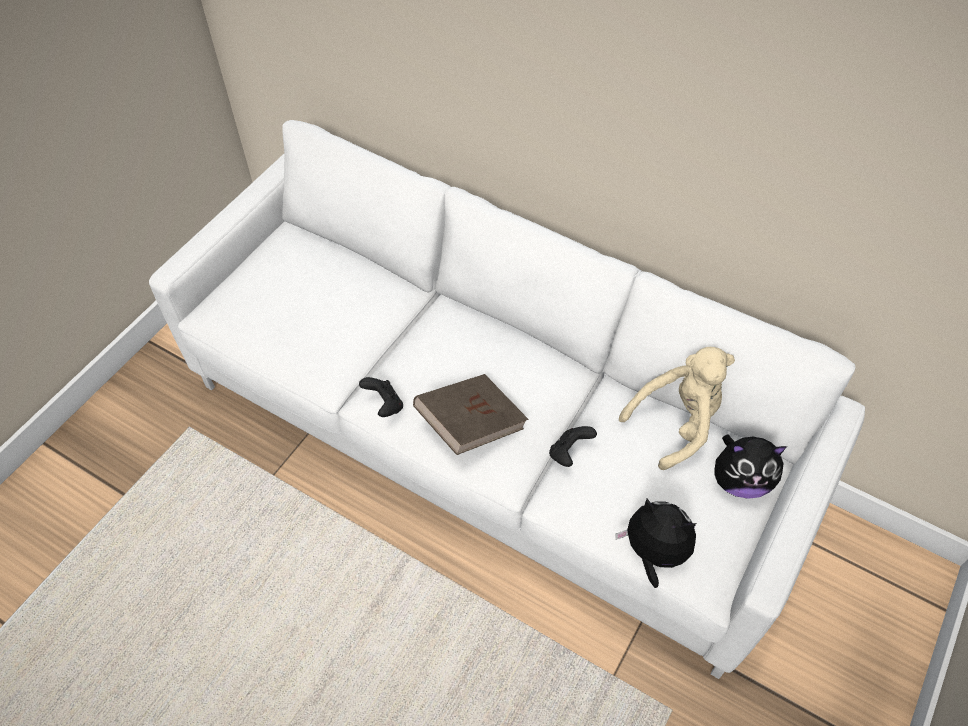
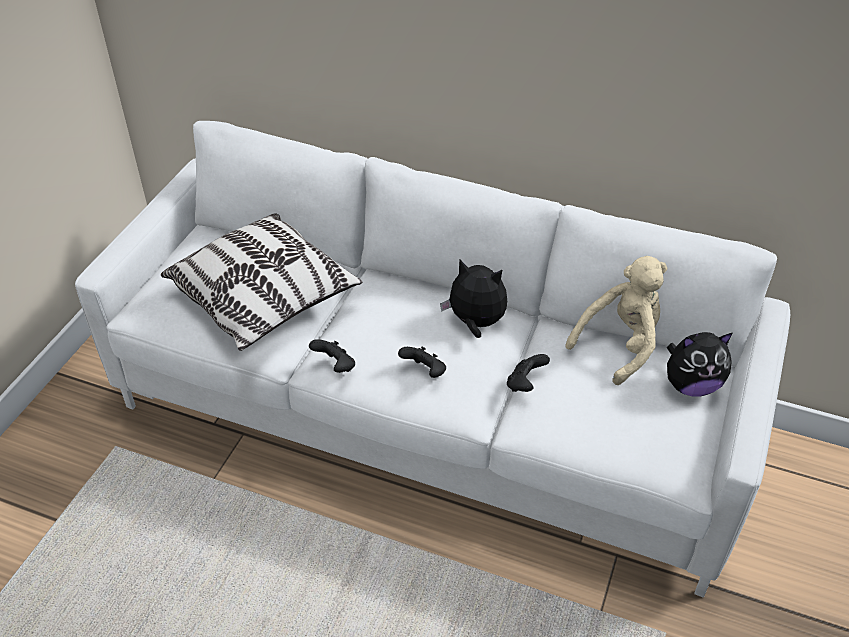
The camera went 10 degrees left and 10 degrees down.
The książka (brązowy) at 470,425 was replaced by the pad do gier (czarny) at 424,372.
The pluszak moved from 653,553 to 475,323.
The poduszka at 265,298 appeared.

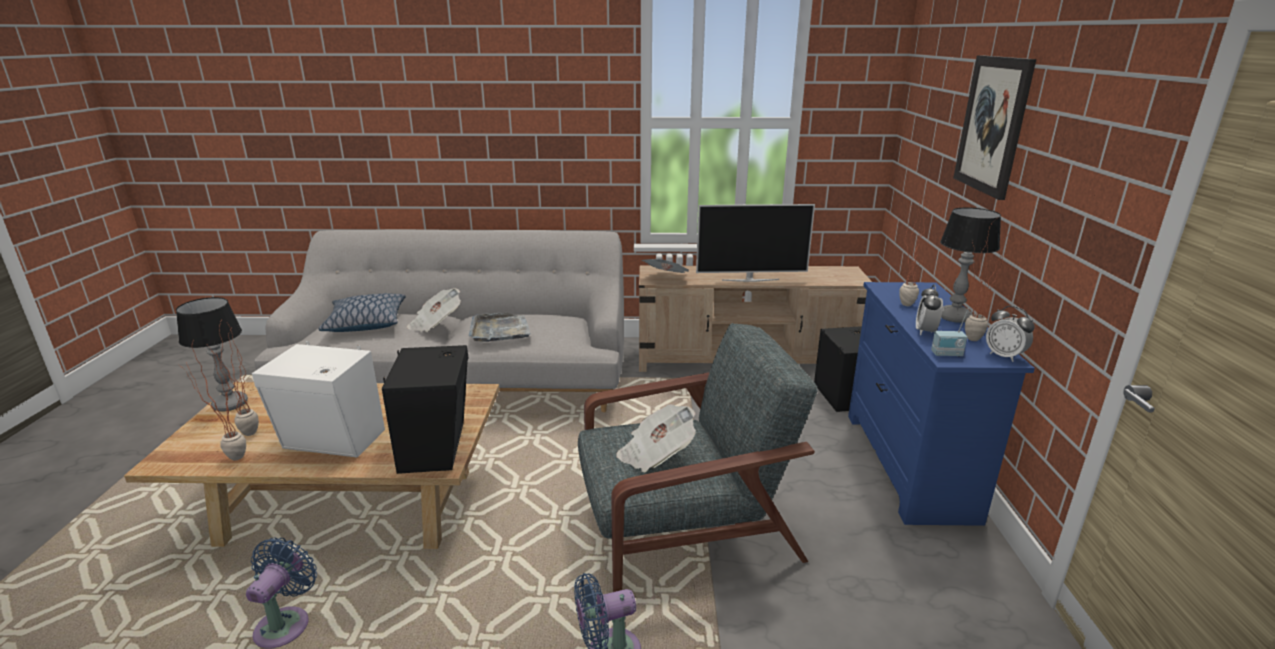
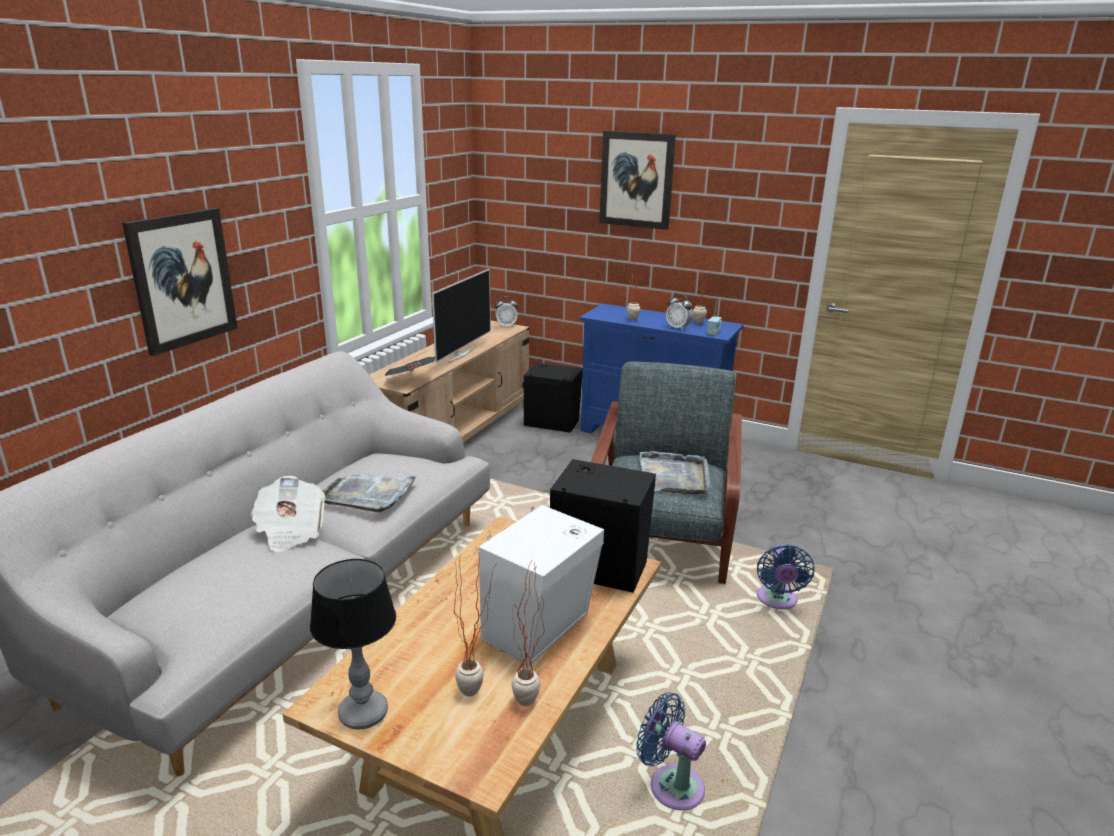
The camera went 65 degrees left and 0 degrees up.
The poduszka at 365,323 disappeared.
The gazeta at 655,454 was replaced by the taca (szary) at 674,476.
The lampa stołowa at 953,317 disappeared.
The budzik moved from 1004,356 to 506,326.
The obraz at 182,279 appeared.

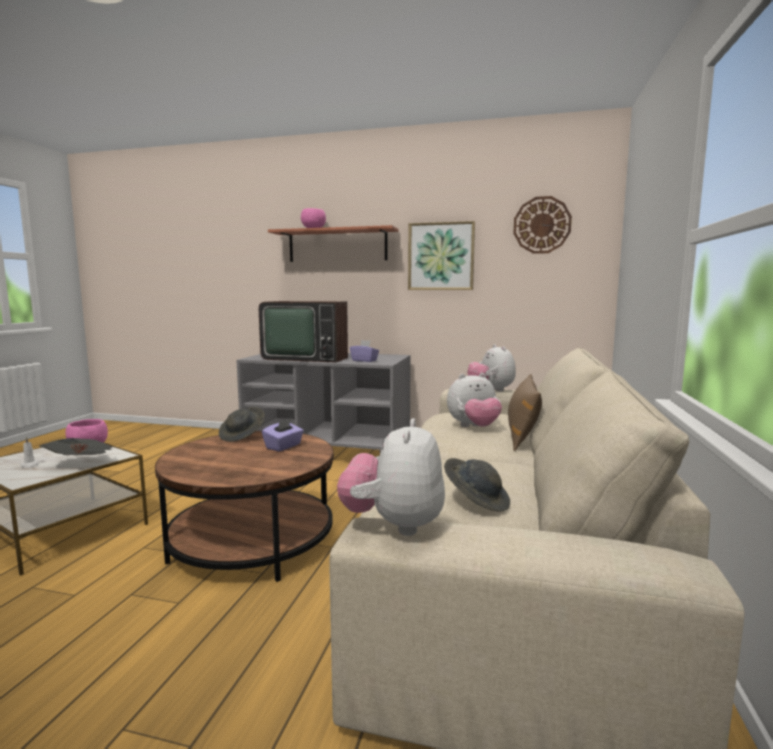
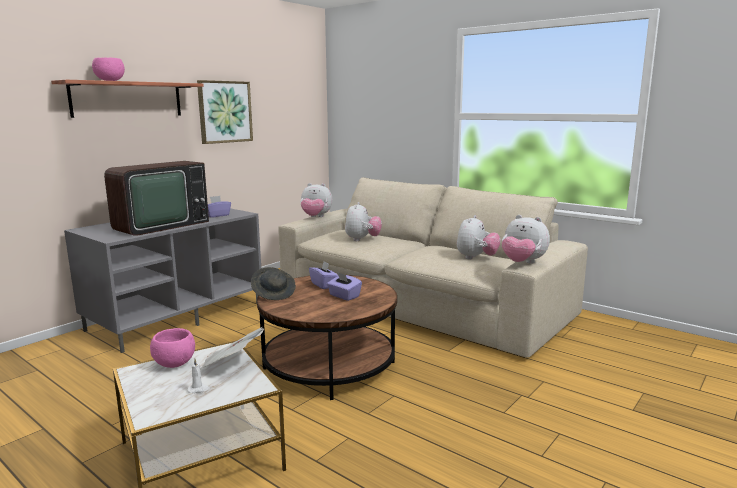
The camera went 65 degrees left and 5 degrees up.
The kapelusz (szary) at 476,501 was replaced by the pluszak at 476,258.
The poduszka (brązowy) at 522,434 disappeared.
The zegar ścienny at 542,225 disappeared.
The pudełko chusteczek (fioletowy) at 344,296 appeared.

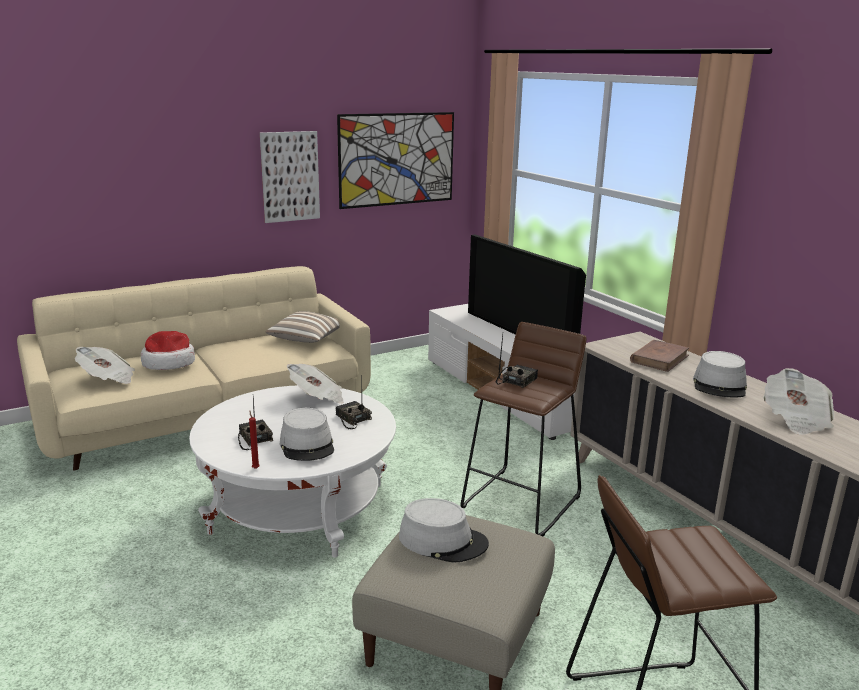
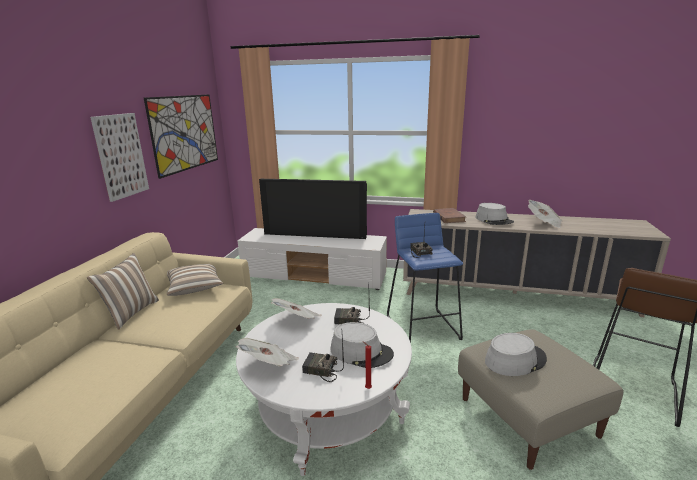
The camera went 45 degrees left and 0 degrees up.
The gazeta moved from 108,378 to 269,364.
The kapelusz at 169,363 disappeared.
The stołek (brązowy) at 522,501 became the stołek (niebieski) at 423,327.
The poduszka at 131,313 appeared.

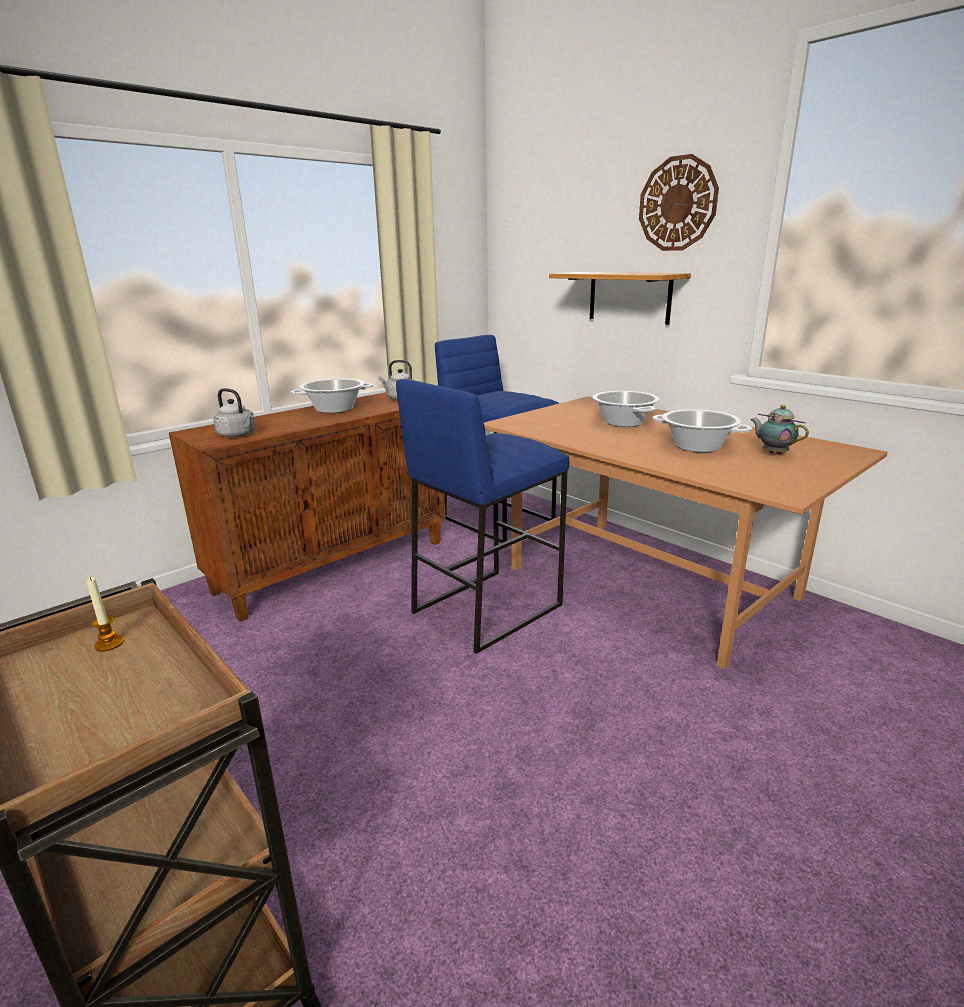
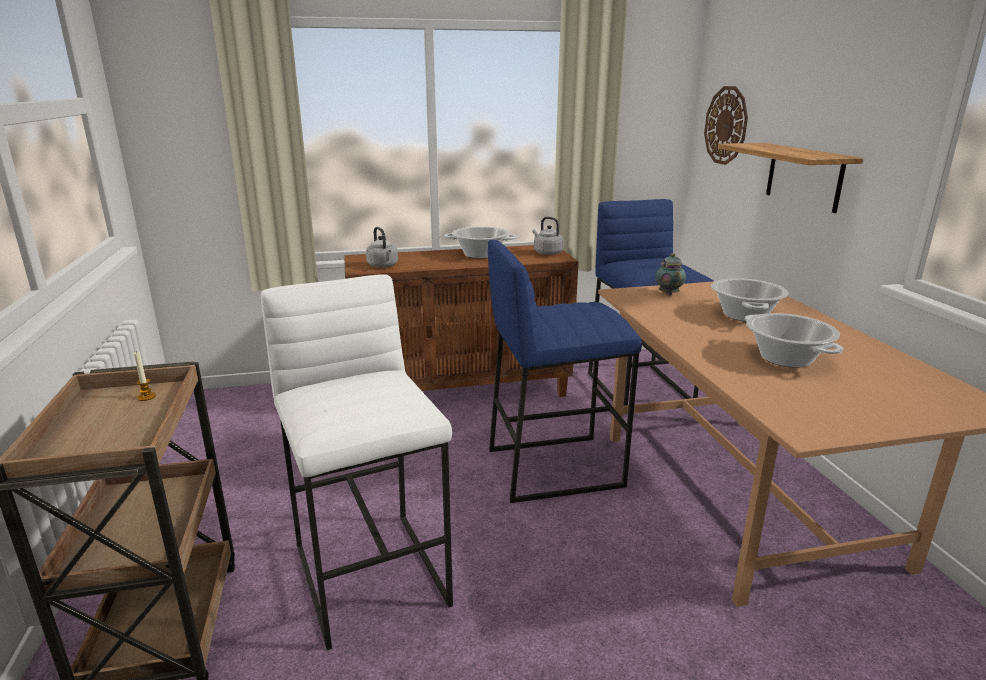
The camera went 30 degrees right and 0 degrees up.
The zegar ścienny moved from 677,204 to 726,125.
The imbryk moved from 773,453 to 668,293.
The stołek (biały) at 372,575 appeared.

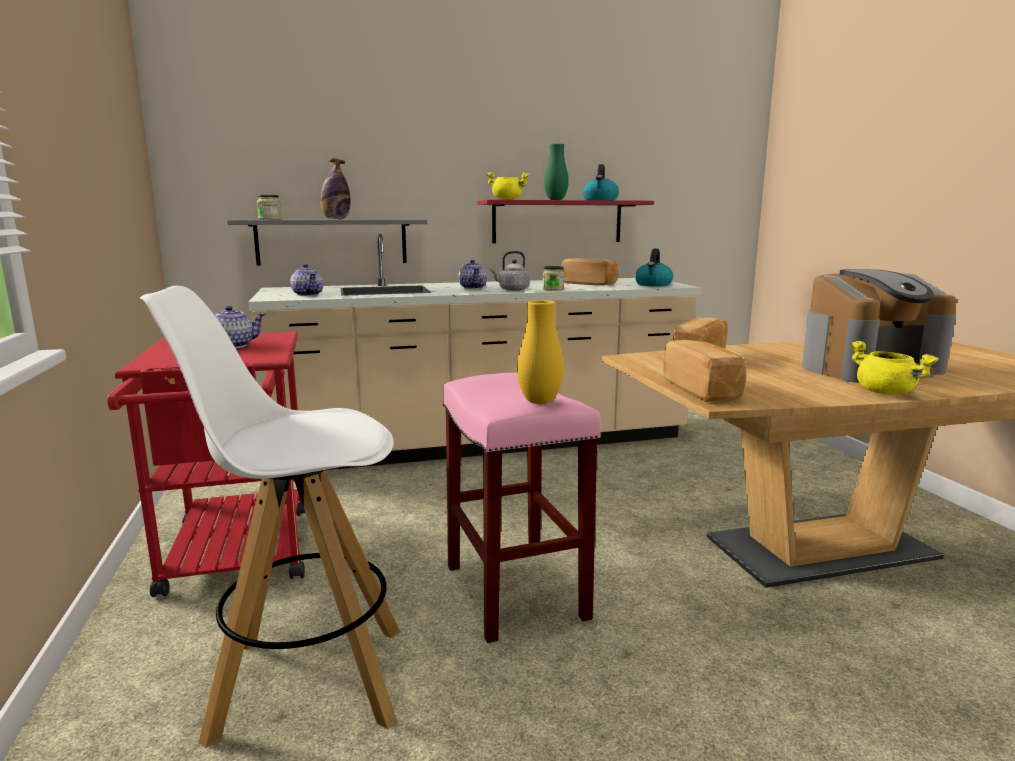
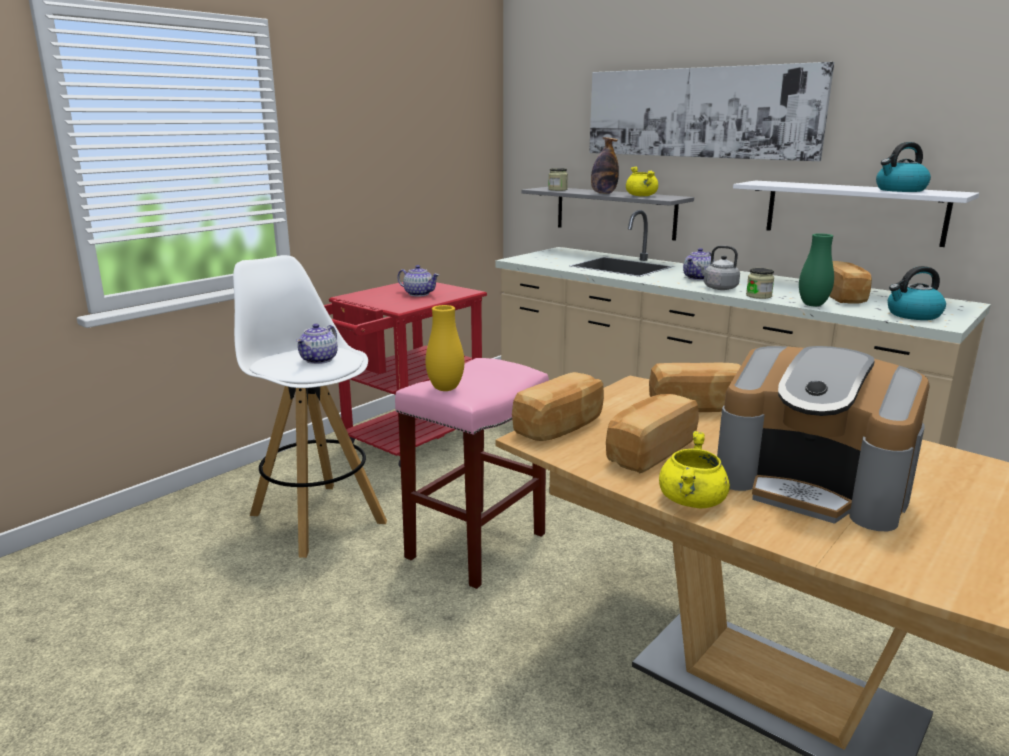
The camera went 55 degrees right and 5 degrees up.
The imbryk moved from 308,294 to 319,360.
The półka (czerwony) at 557,221 became the półka (biały) at 853,212.
The garnek (żółty) moved from 508,199 to 642,196.
The wazon (zielony) moved from 556,200 to 812,305.
The obraz at 698,113 appeared.
The chleb at 648,452 appeared.

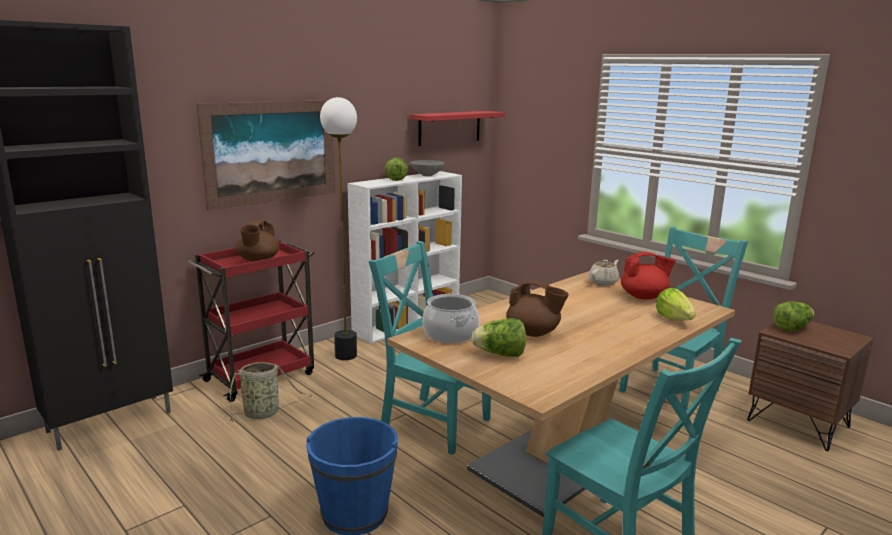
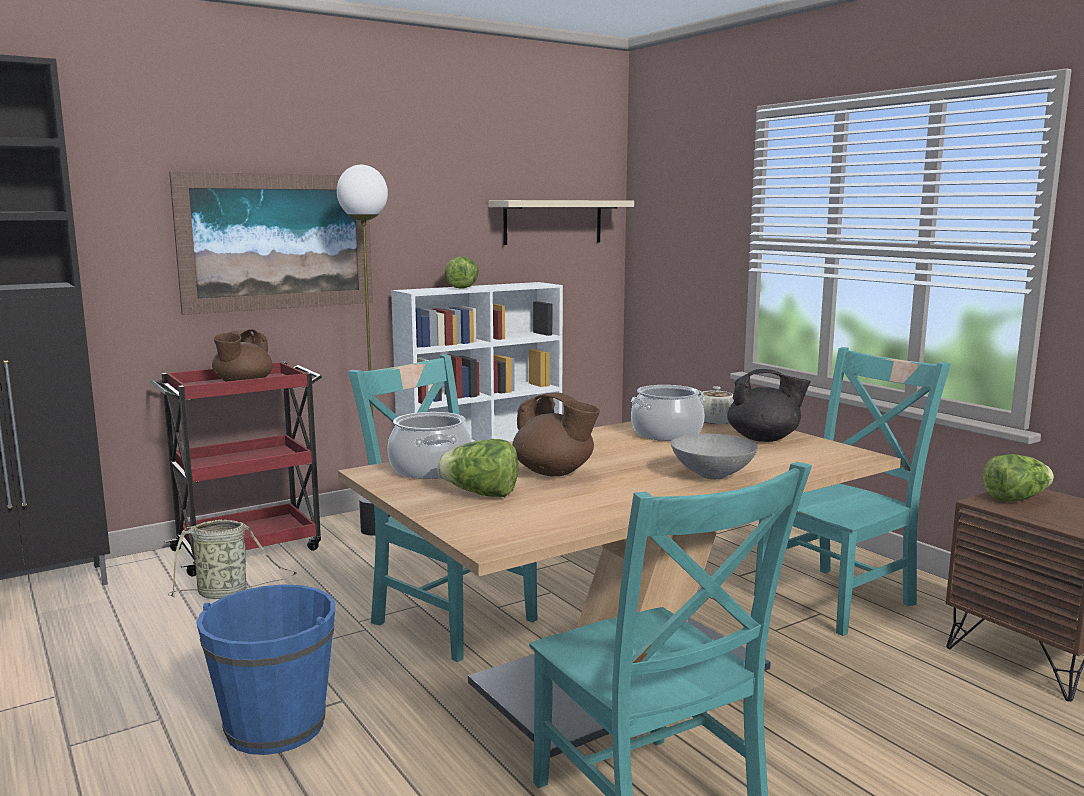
The camera went 10 degrees right and 5 degrees down.
The półka (czerwony) at 449,127 became the półka (beżowy) at 553,222.
The miska (szary) moved from 427,175 to 711,475.
The imbryk (czerwony) at 644,297 became the imbryk (czarny) at 764,439.
The sałata at 674,319 disappeared.
The garnek at 667,434 appeared.

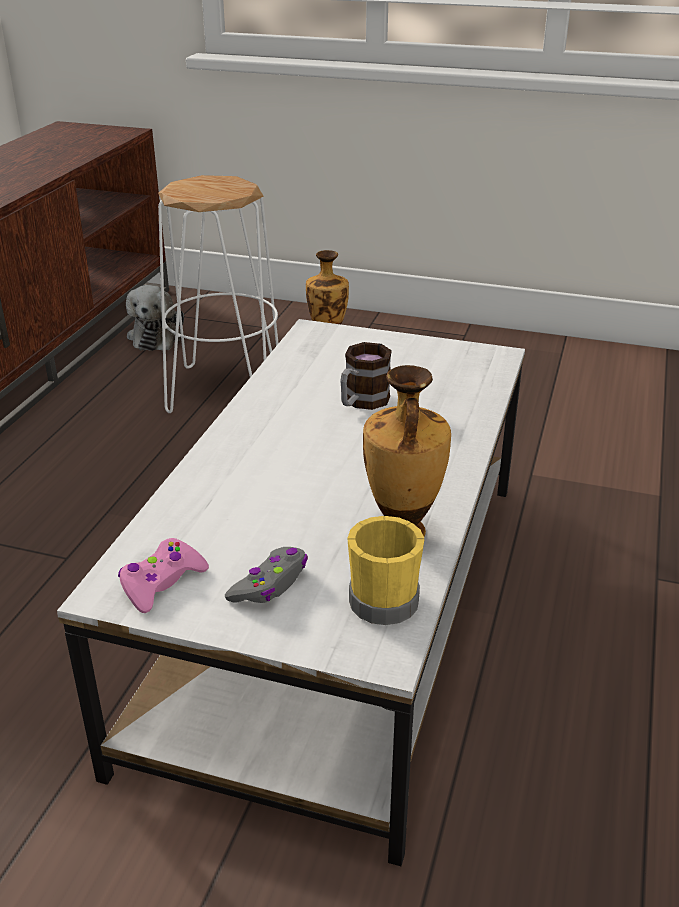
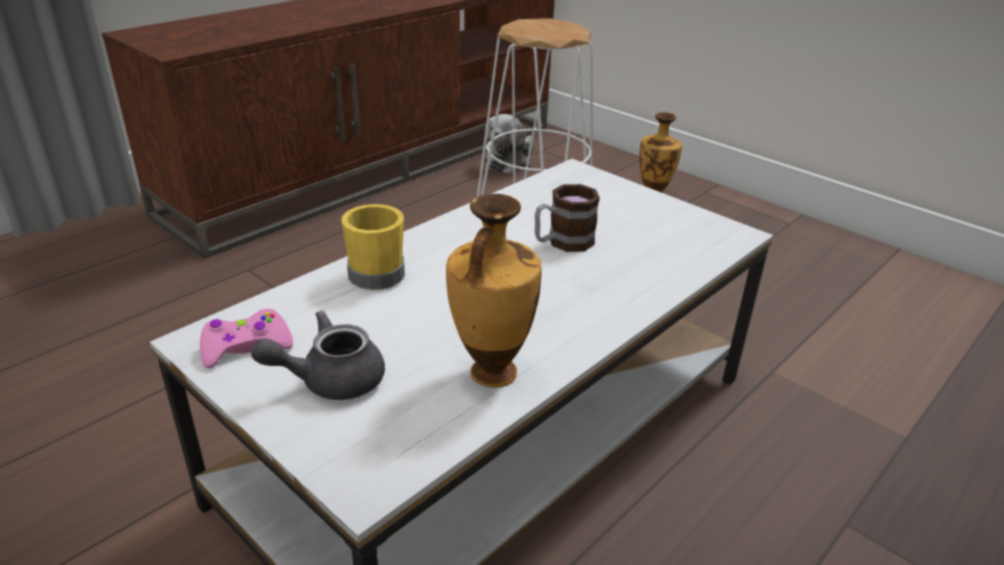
The camera went 25 degrees right and 0 degrees up.
The pad do gier (szary) at 270,584 was replaced by the imbryk (szary) at 330,380.
The kubek (żółty) moved from 380,596 to 378,271.

